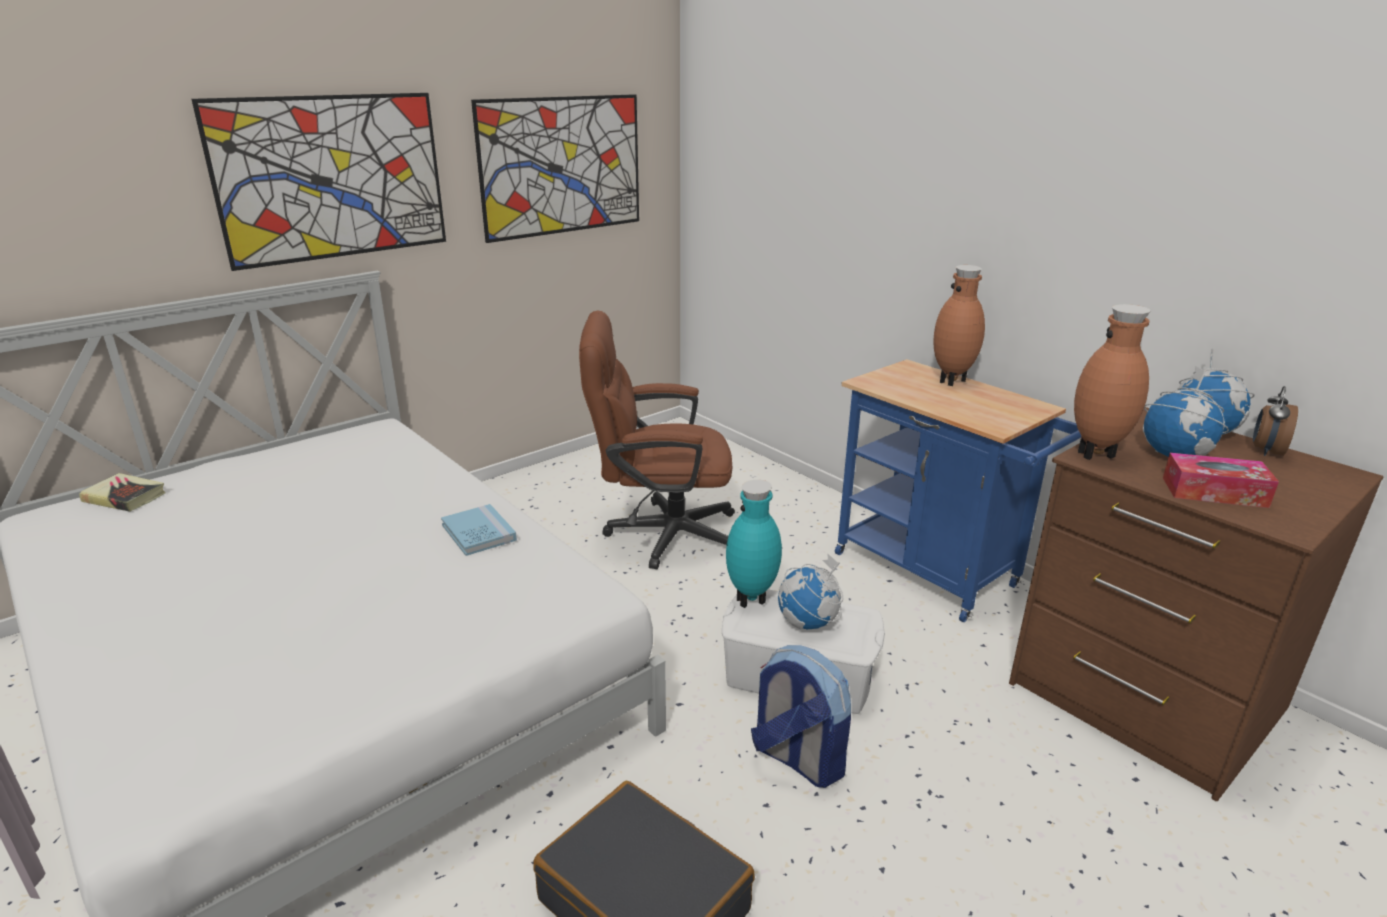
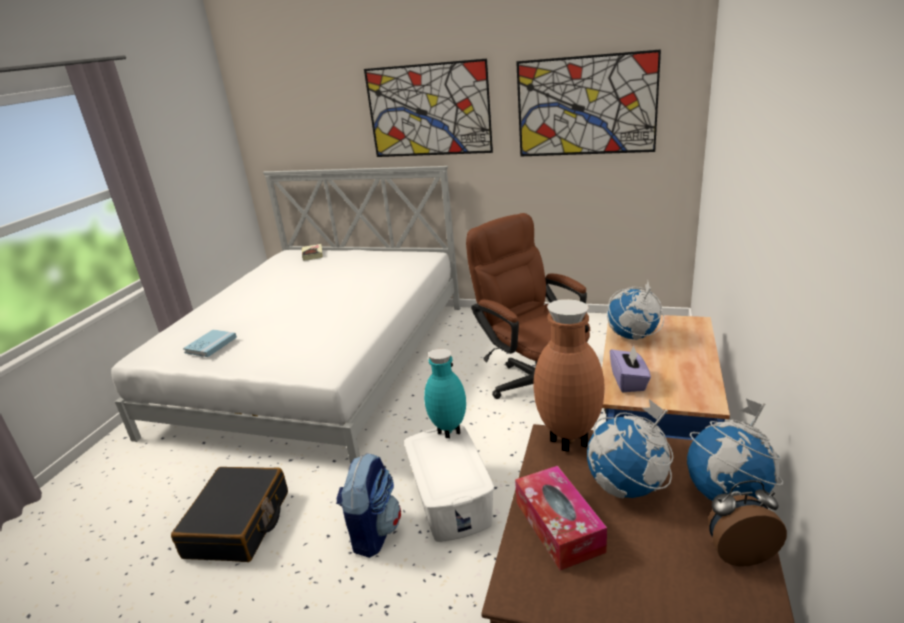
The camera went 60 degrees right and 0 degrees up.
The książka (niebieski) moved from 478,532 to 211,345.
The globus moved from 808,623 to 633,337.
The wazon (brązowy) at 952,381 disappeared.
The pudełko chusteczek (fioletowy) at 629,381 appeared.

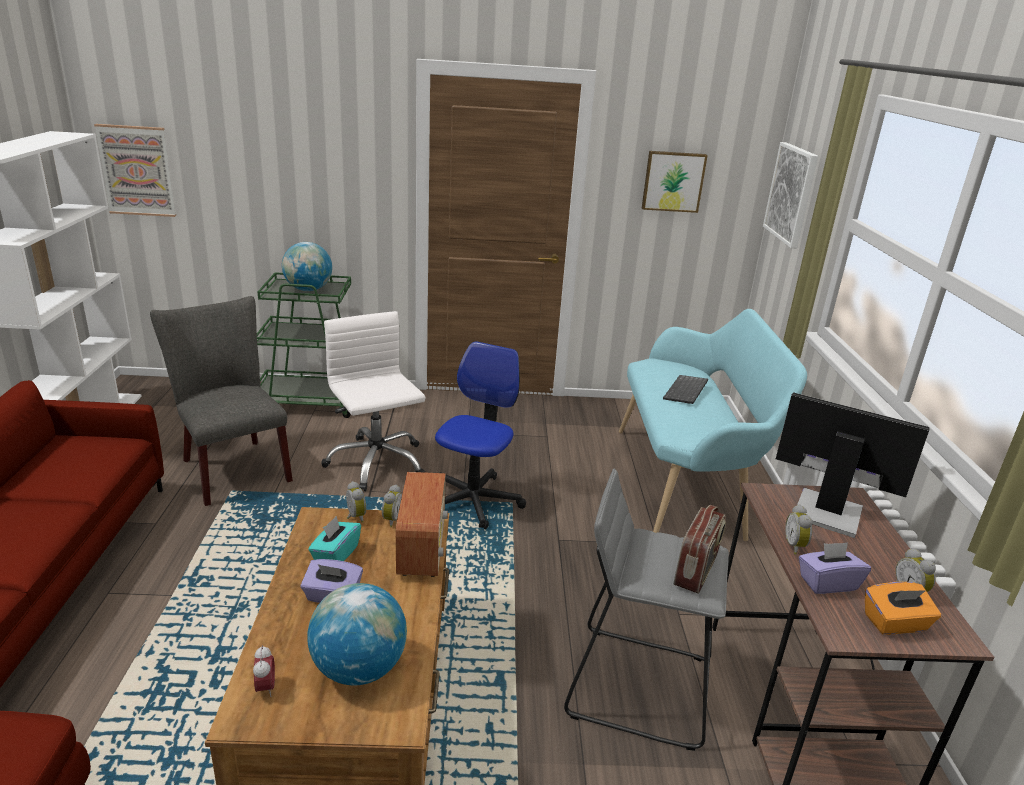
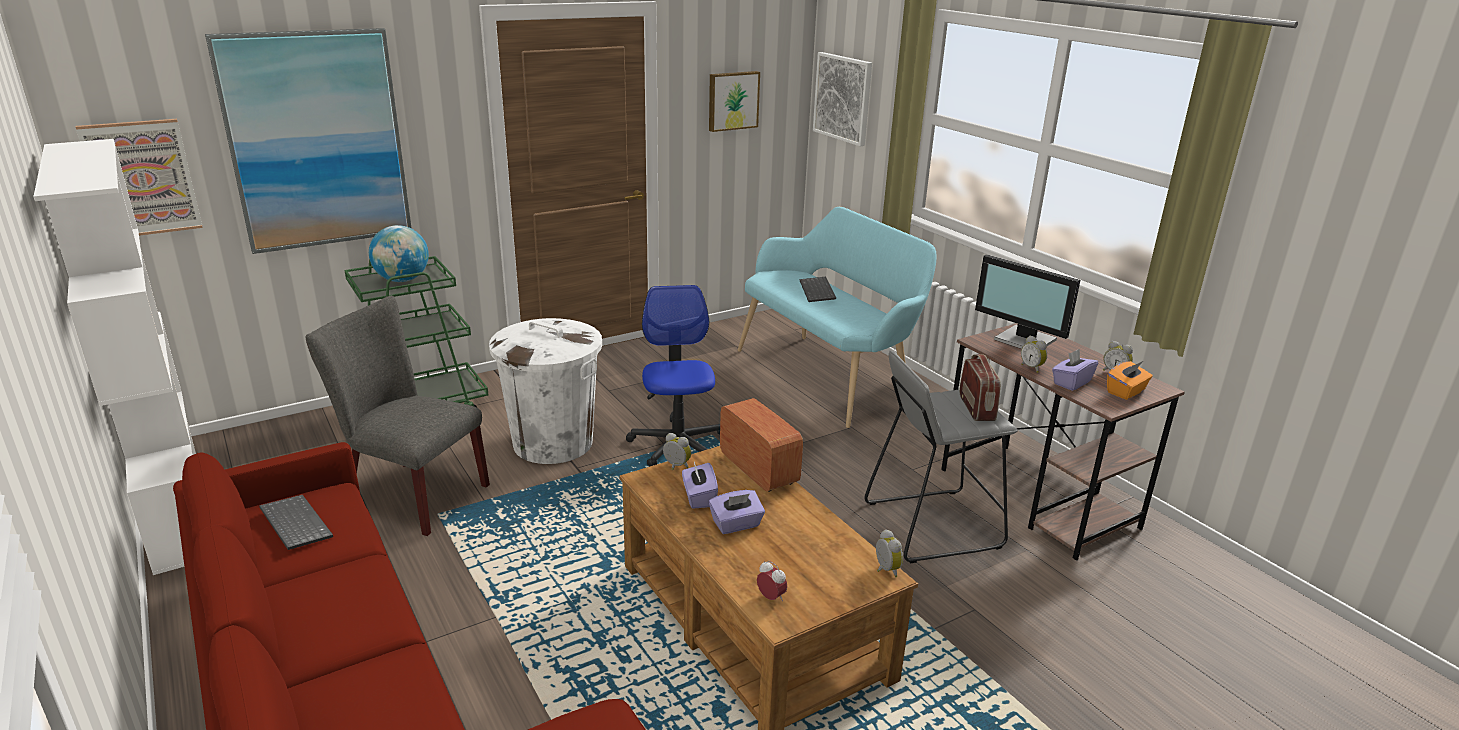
The camera went 30 degrees left and 0 degrees up.
The globus at 359,668 disappeared.
The pudełko chusteczek (turkusowy) at 335,555 became the pudełko chusteczek (fioletowy) at 699,497.
The krzesło biurowe (biały) at 376,462 was replaced by the kosz na śmieci (biały) at 553,442.
The budzik moved from 390,520 to 885,570.
The monitor at 827,511 turned 135 degrees counterclockwise.
The obraz at 316,140 appeared.
The klawiatura at 293,524 appeared.

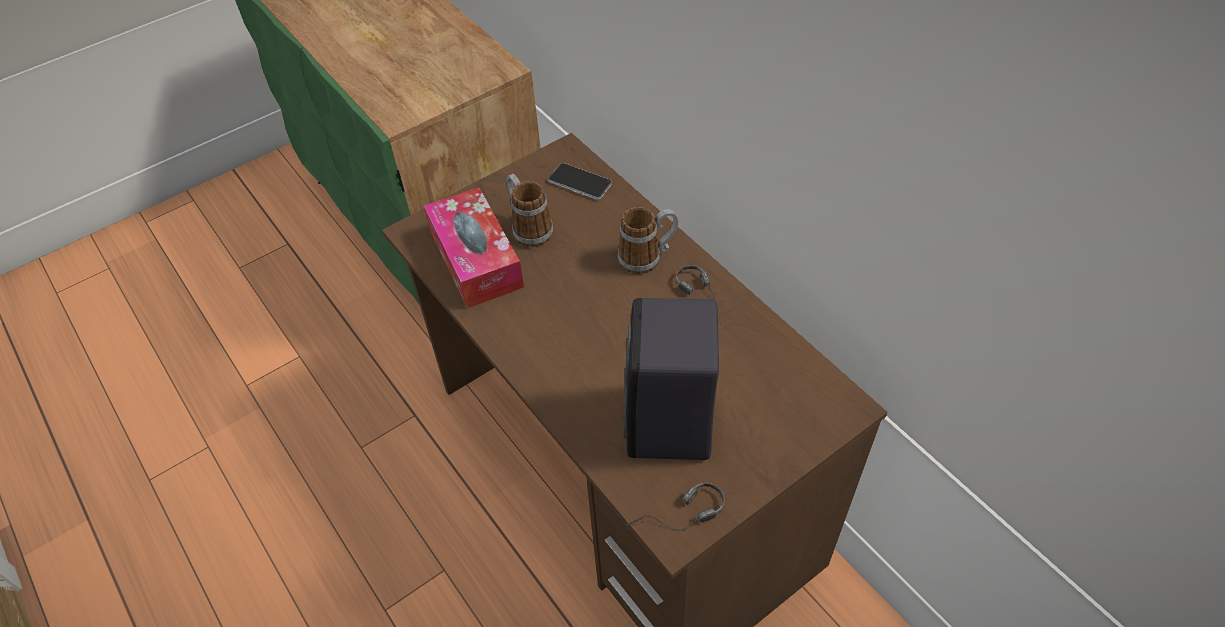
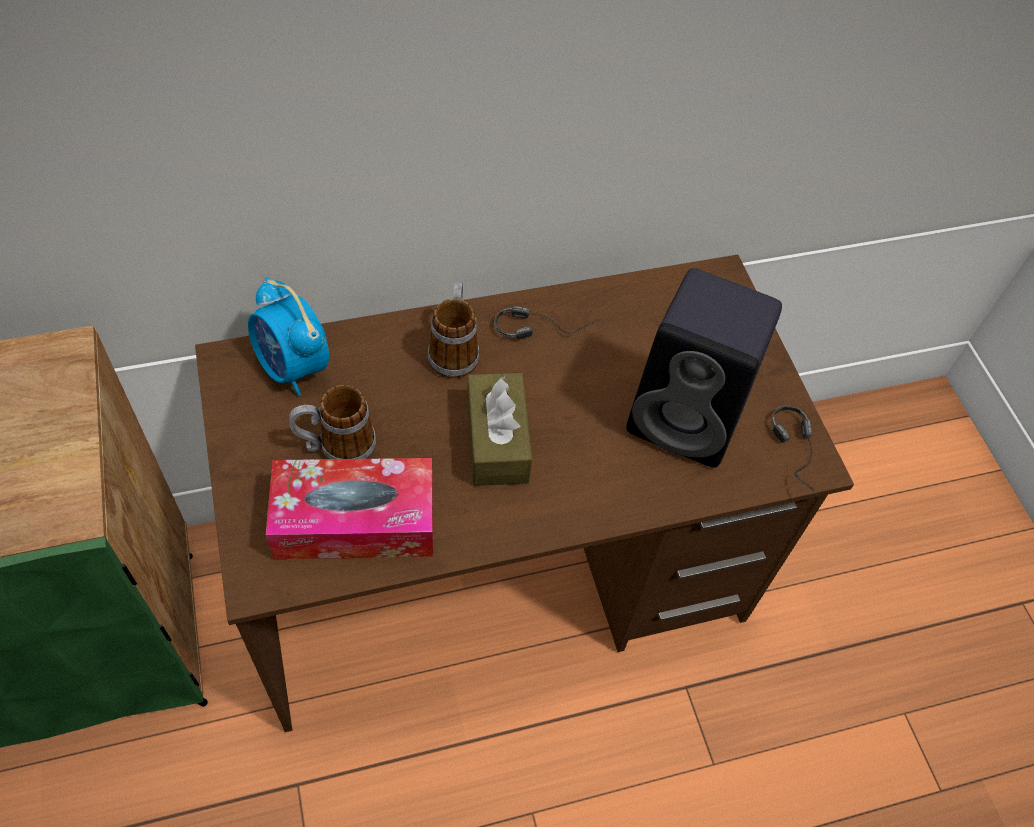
The camera went 75 degrees left and 5 degrees up.
The telefon at 580,182 was replaced by the budzik at 293,368.
The pudełko chusteczek (brązowy) at 497,440 appeared.

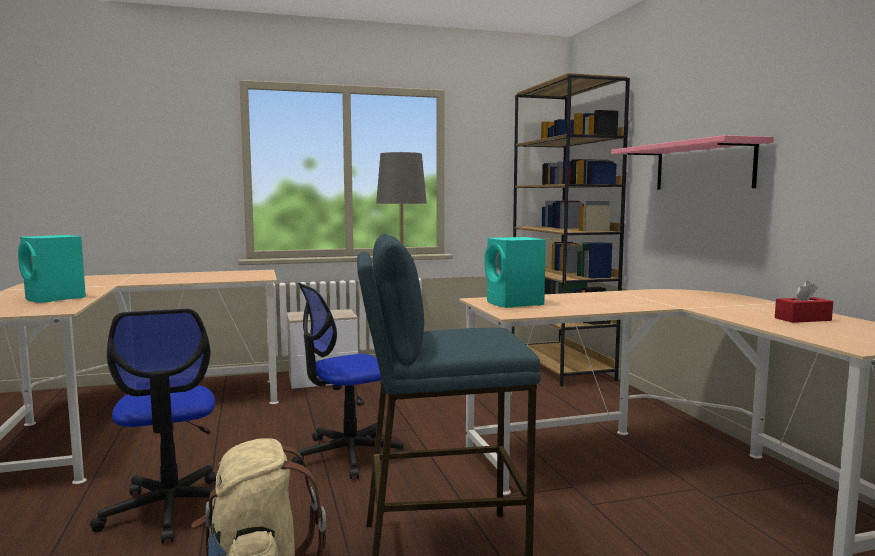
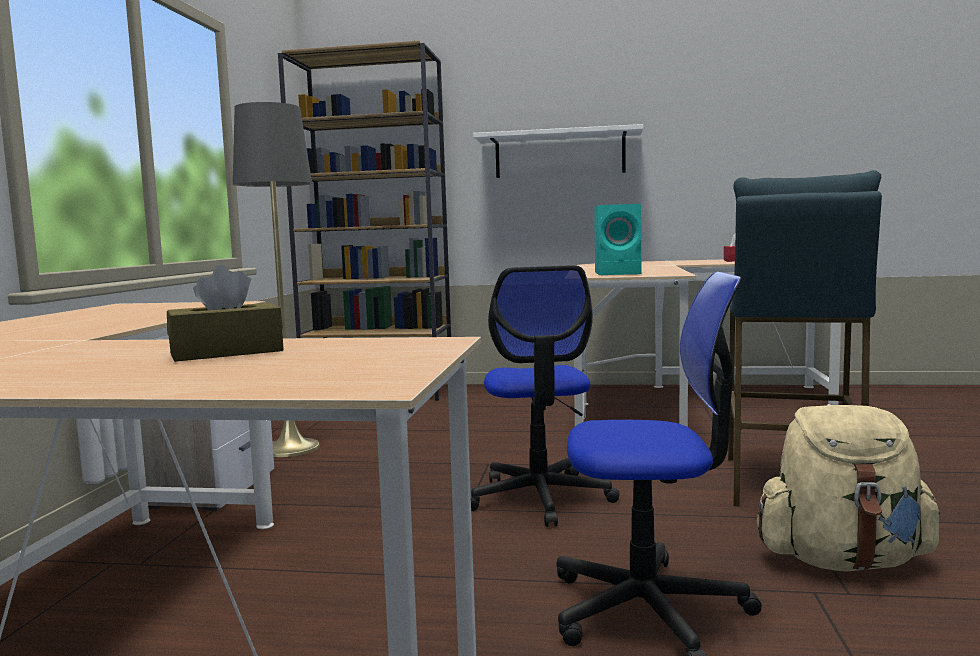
The camera went 65 degrees left and 0 degrees up.
The głośnik (turkusowy) at 55,298 was replaced by the pudełko chusteczek (brązowy) at 227,352.
The półka (różowy) at 703,166 became the półka (biały) at 559,155.

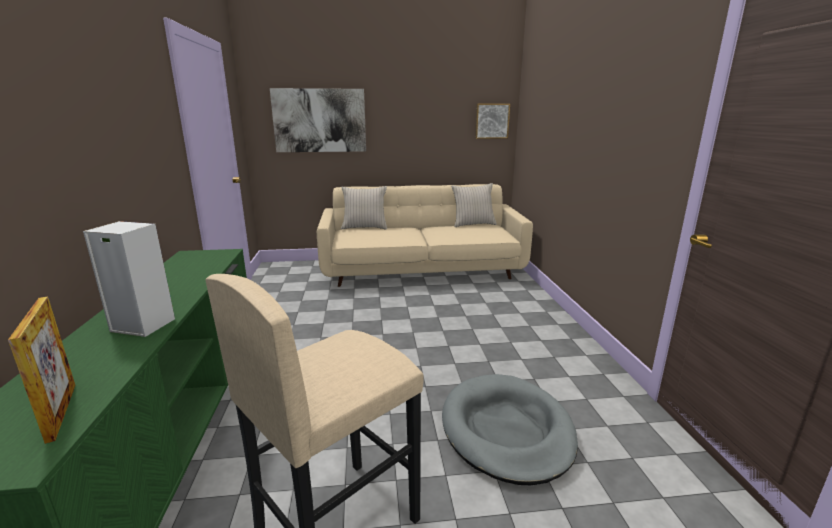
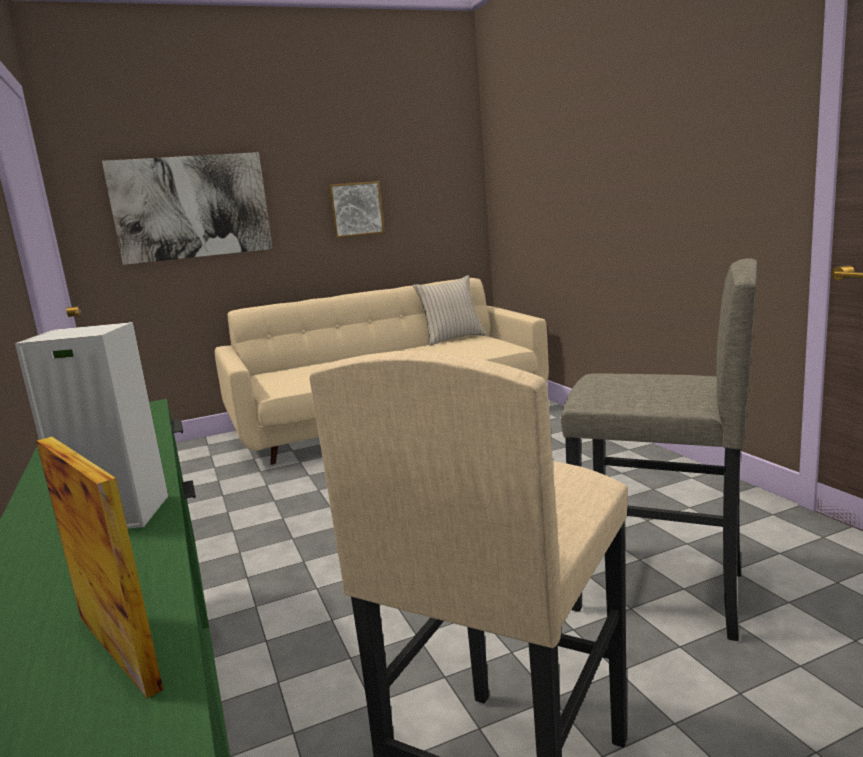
The camera went 15 degrees left and 5 degrees down.
The poduszka (beżowy) at 364,227 disappeared.
The legowisko (szary) at 506,430 was replaced by the stołek (szary) at 659,592.
The obraz moved from 491,121 to 356,209.

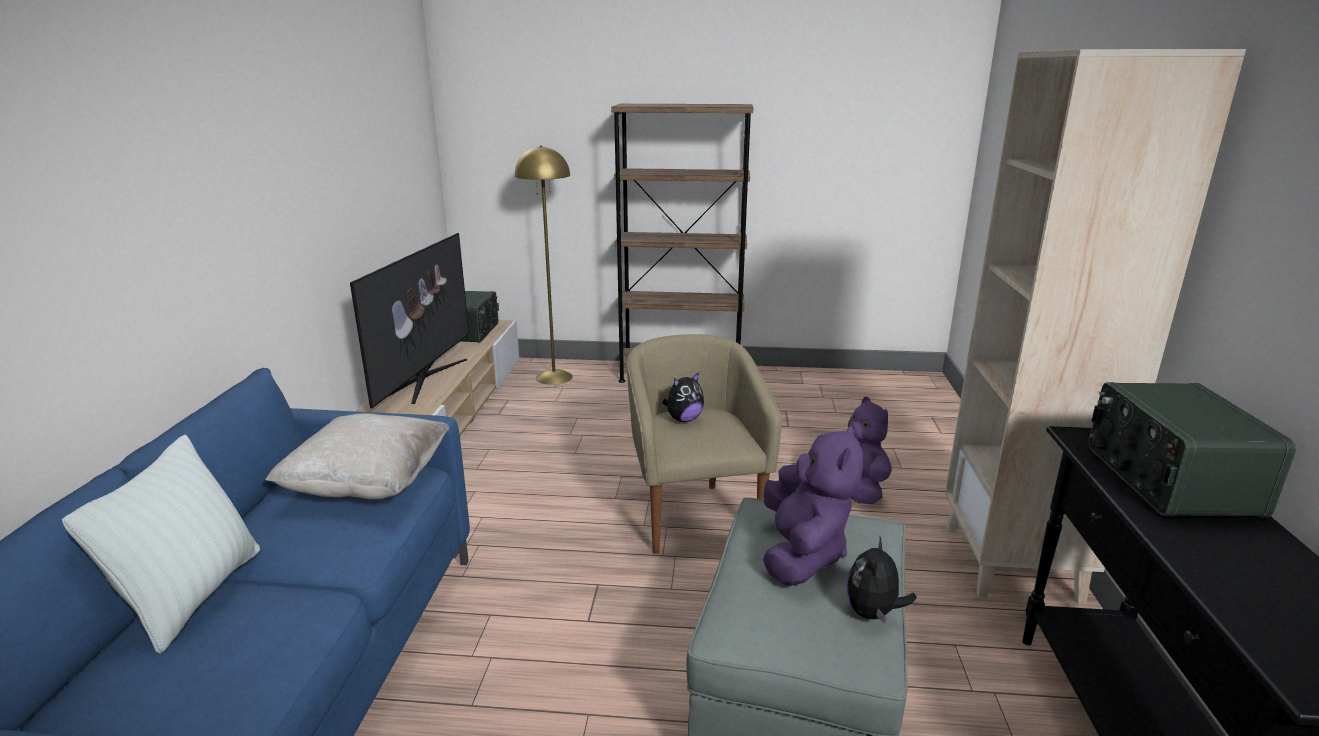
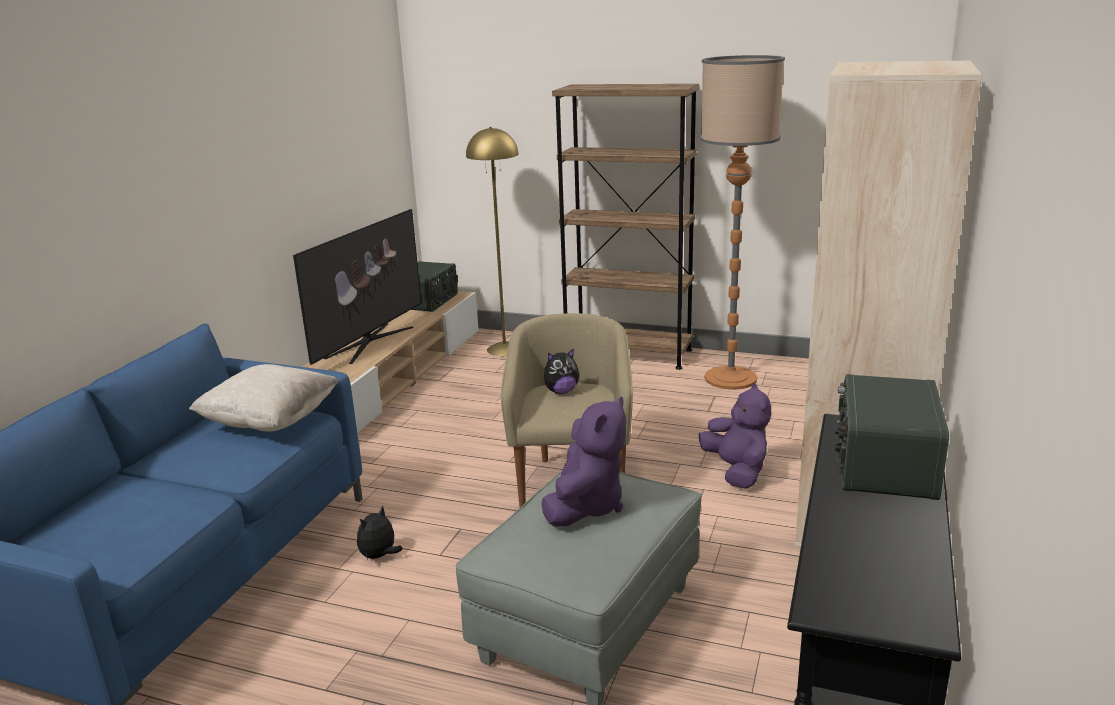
The camera went 15 degrees right and 0 degrees up.
The poduszka (biały) at 193,596 disappeared.
The pluszak moved from 873,613 to 379,556.
The lampa stojąca at 731,378 appeared.

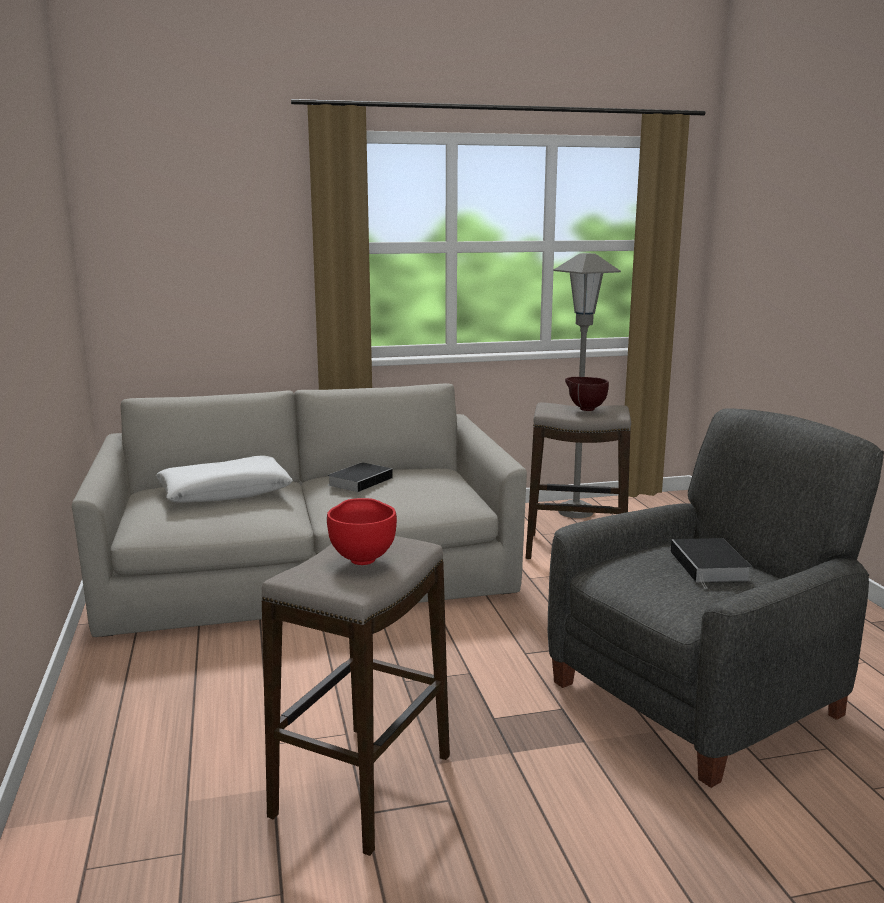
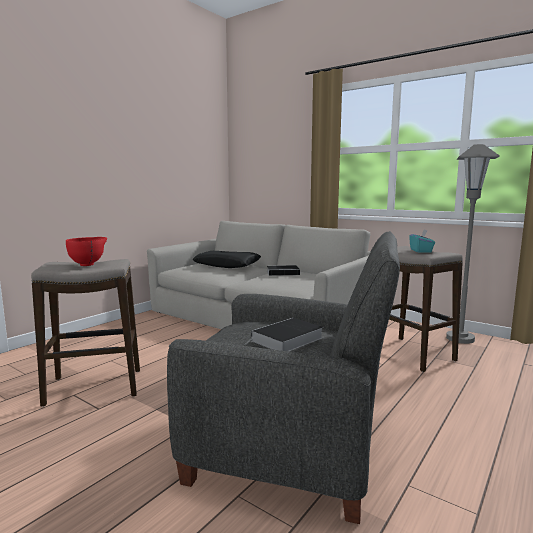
The camera went 50 degrees right and 5 degrees down.
The poduszka (biały) at 225,492 became the poduszka (czarny) at 227,265.
The miska (brązowy) at 585,409 was replaced by the pudełko chusteczek (turkusowy) at 421,251.

